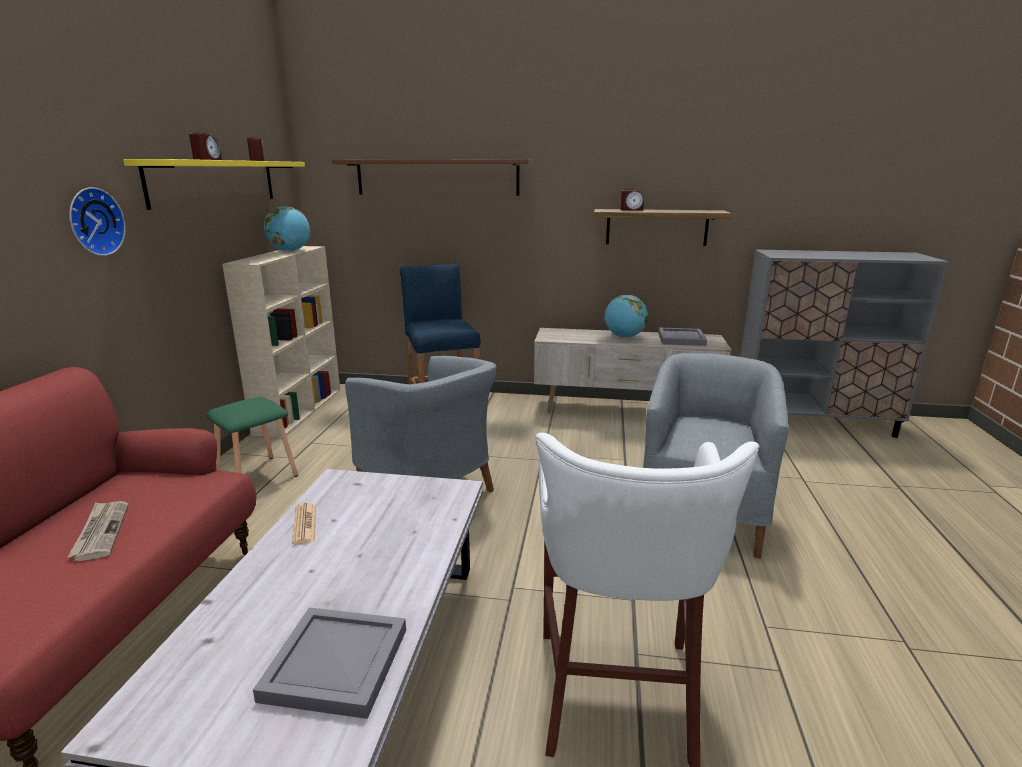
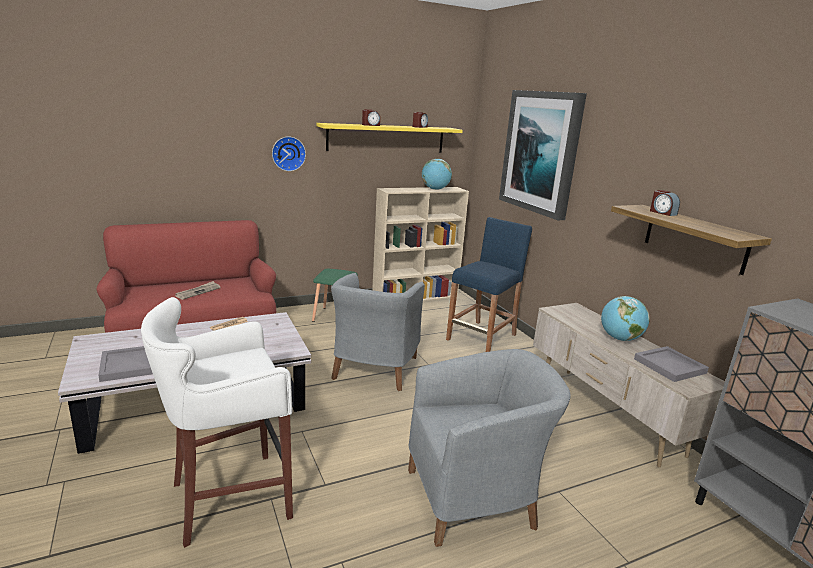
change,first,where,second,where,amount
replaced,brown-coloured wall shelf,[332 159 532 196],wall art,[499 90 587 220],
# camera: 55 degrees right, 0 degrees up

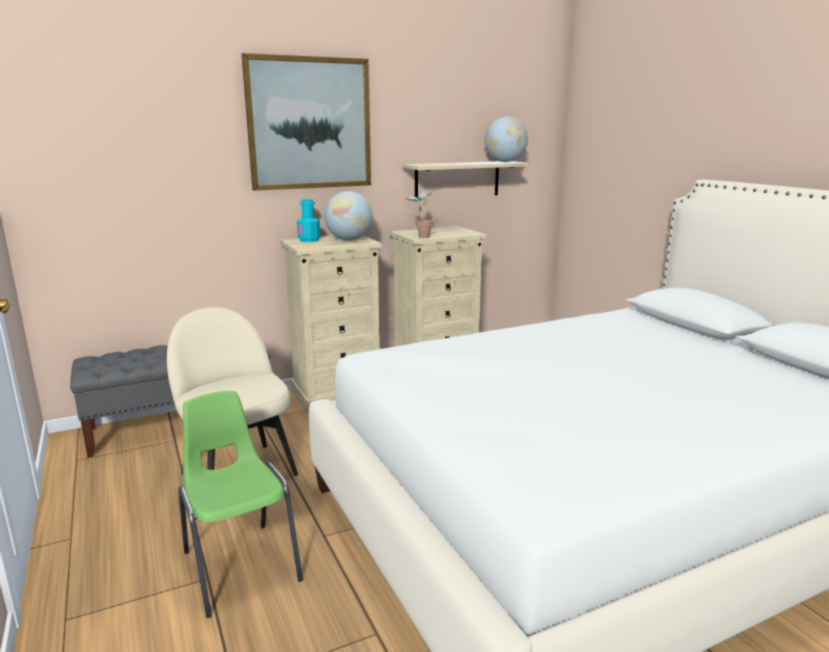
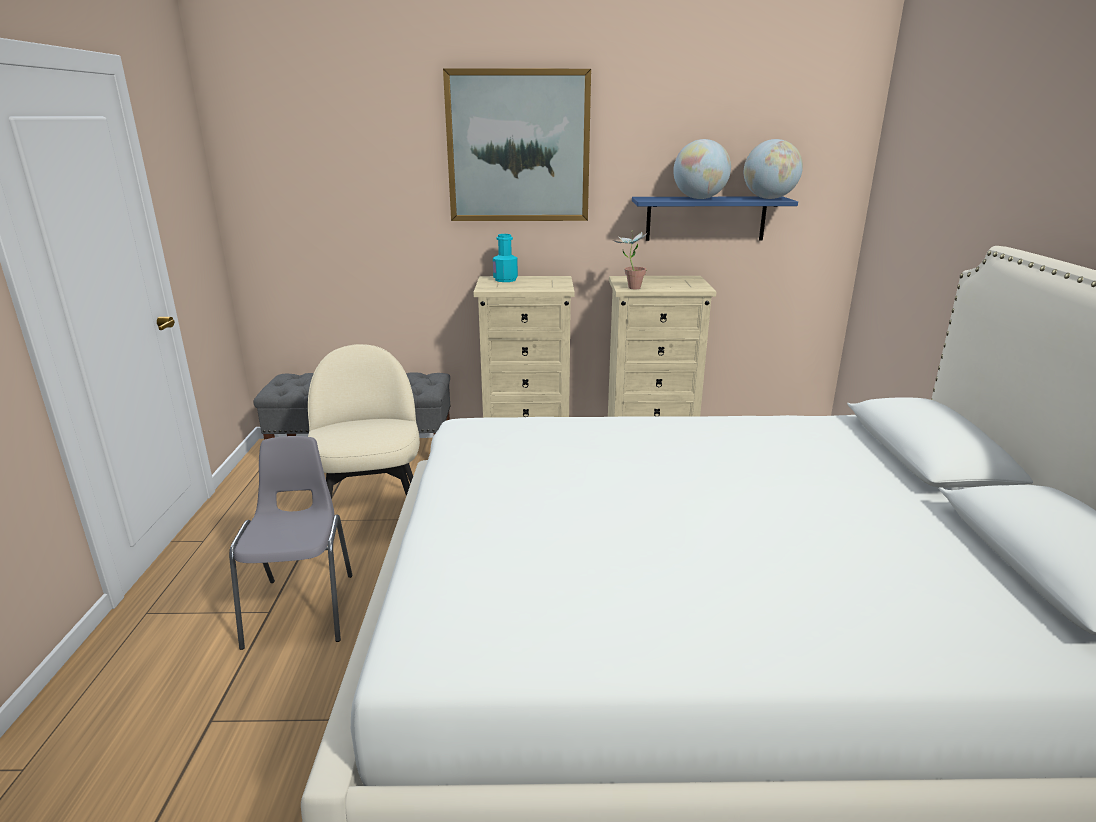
change,first,where,second,where,amount
recoloured,beige-coloured wall shelf,[403 161 528 197],blue wall shelf,[632 197 798 241],
moved,desk globe,[324 191 373 240],,[673 139 731 199],
recoloured,green chair,[178 391 303 618],grey chair,[229 436 352 650],
# camera: 25 degrees right, 5 degrees up

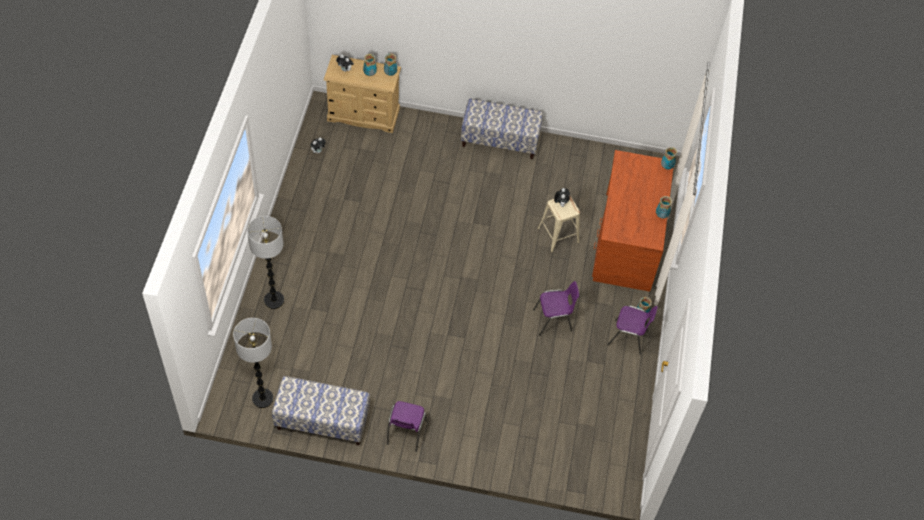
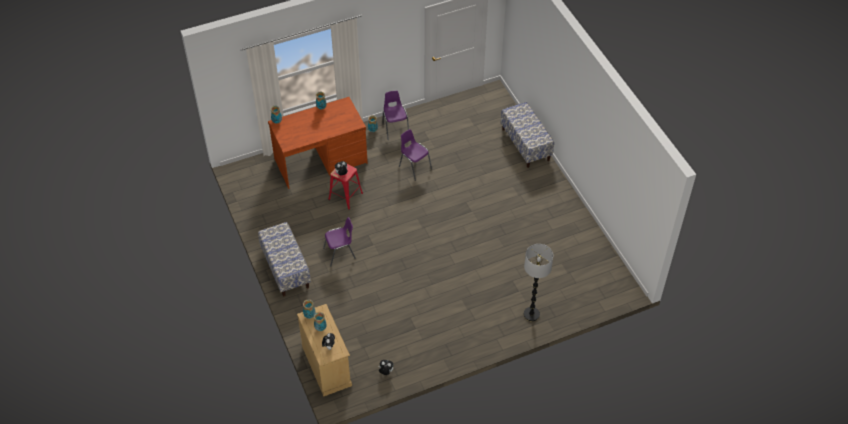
change,first,where,second,where,amount
recoloured,beige-coloured stool seat,[537 195 580 253],reddish stool seat,[328 164 363 210],
removed,floor lamp,[233 318 273 408],,,
moved,bench,[272 376 370 445],,[501 102 554 168],
moved,purple-coloured chair,[387 401 427 452],,[323 217 356 267],
# camera: 120 degrees left, 5 degrees down

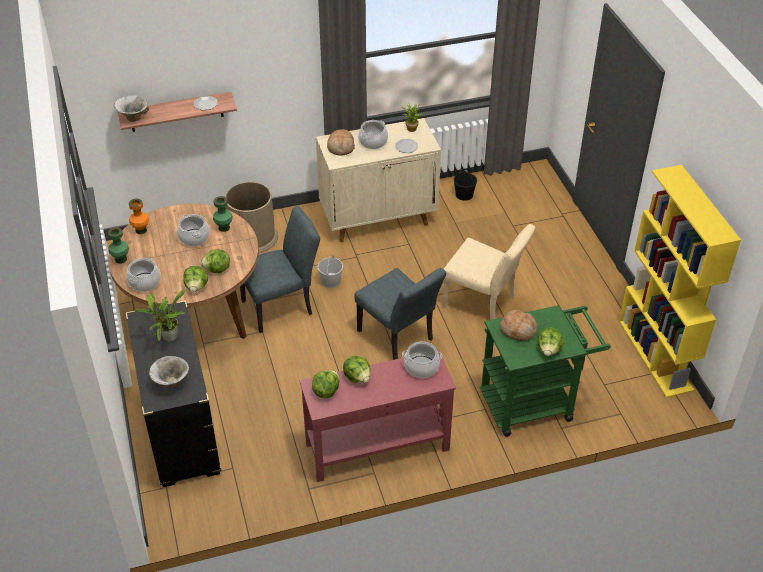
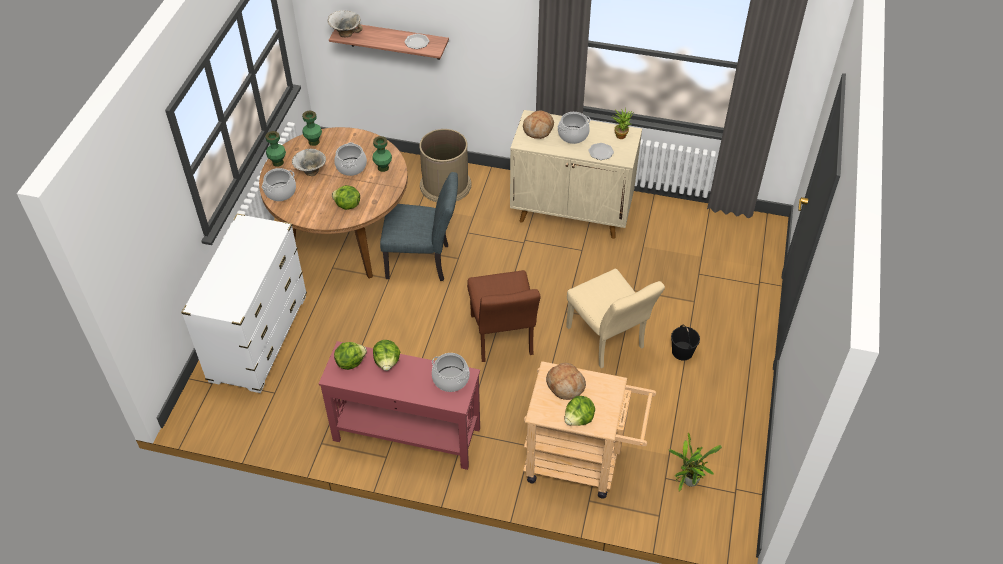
change,first,where,second,where,amount
removed,yellow-coloured bookshelf,[619 165 741 398],,,
moved,black-coloured water bucket,[454 170 477 201],,[671 325 700 361],
recoloured,orange vase,[129 199 149 234],green vase,[302 111 322 146],
removed,white-coloured water bucket,[318 255 343 288],,,
removed,head of lettuce,[183 266 208 292],,,
recoloured,grey chair,[355 268 446 360],brown-coloured chair,[467 270 541 362],
moved,houseplant,[135 290 185 342],,[669 432 722 491],
recoloured,black-coloured chest of drawers,[126 301 221 487],white-coloured chest of drawers,[181 214 307 393],
recoloured,green trolley,[480 305 611 437],beige-coloured trolley,[523 361 656 499],
moved,deep dish,[149 356 189 388],,[292 149 326 176],
# camera: 30 degrees right, 5 degrees up

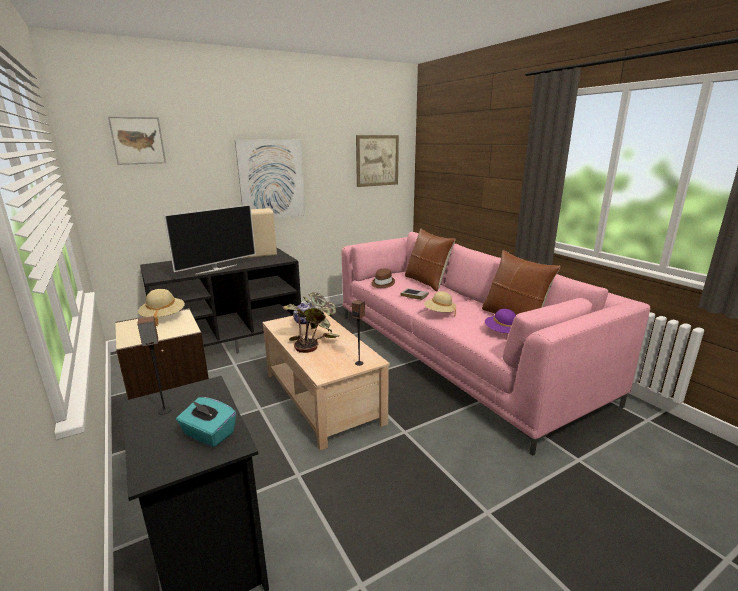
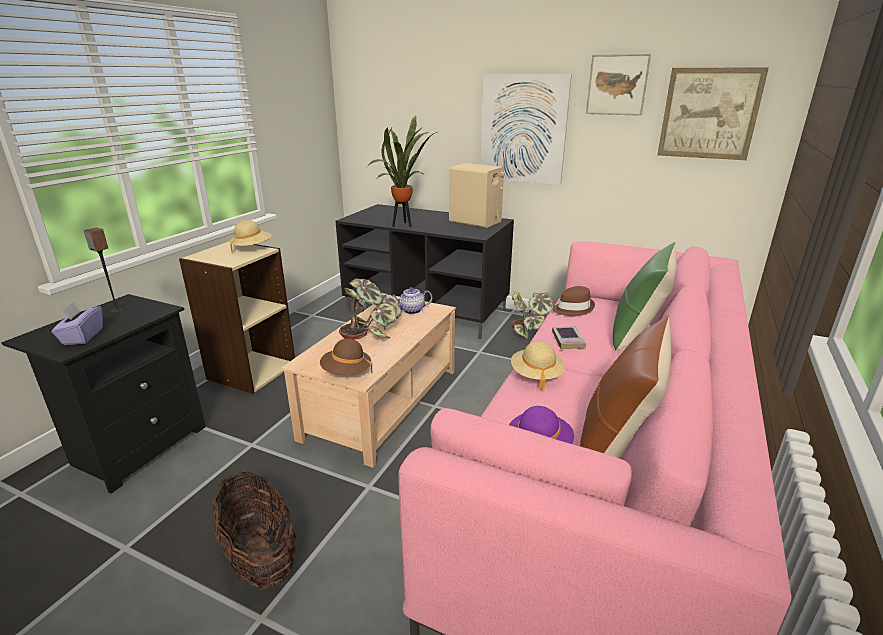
change,first,where,second,where,amount
moved,wall art,[108 116 166 165],,[586 54 651 116],
replaced,television,[164 204 256 275],houseplant,[368 116 437 227],
recoloured,brown-coloured throw pillow,[405 229 455 291],green throw pillow,[613 242 677 351],
replaced,audio speaker,[352 300 365 366],brown-coloured wearable hat,[320 339 372 375],
recoloured,turquoise-coloured tissue holder,[176 397 236 447],purple-coloured tissue holder,[52 302 103 345],
added,,,storage basket,[213 471 296 590],
# camera: 55 degrees right, 5 degrees up

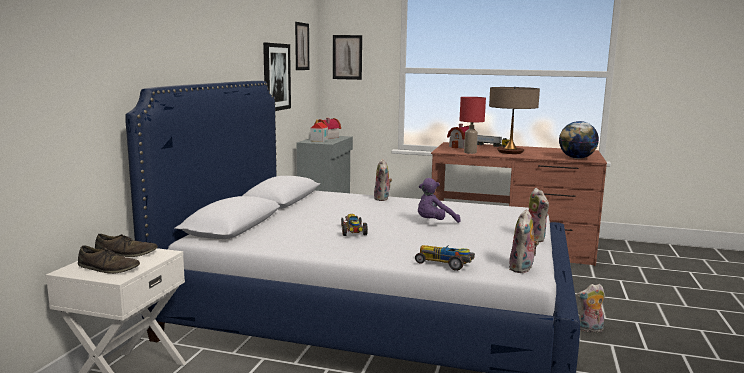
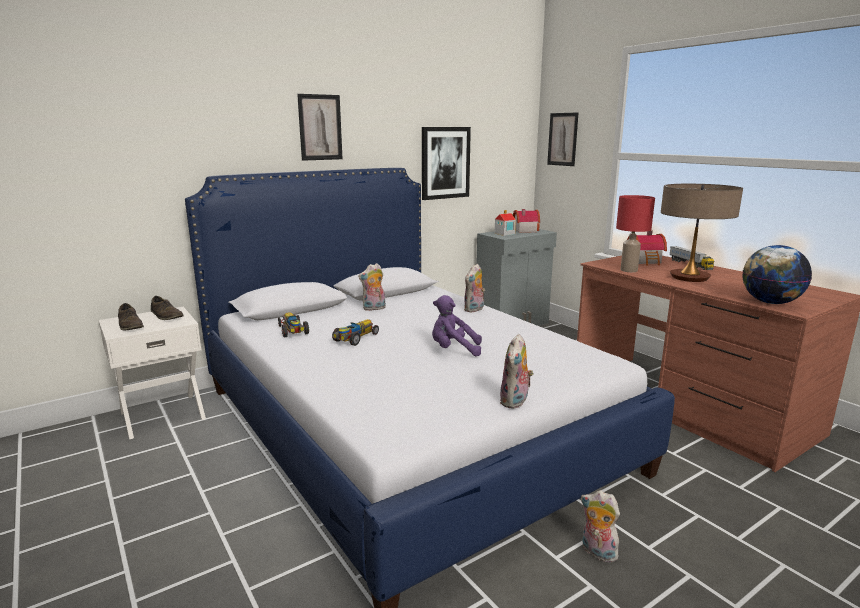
change,first,where,second,where,amount
moved,wall art,[295 22 309 70],,[297 94 343 161],
moved,plush toy,[509 209 539 273],,[358 263 386 311],
moved,toy car,[415 245 475 271],,[278 312 309 338],
# camera: 40 degrees right, 5 degrees up

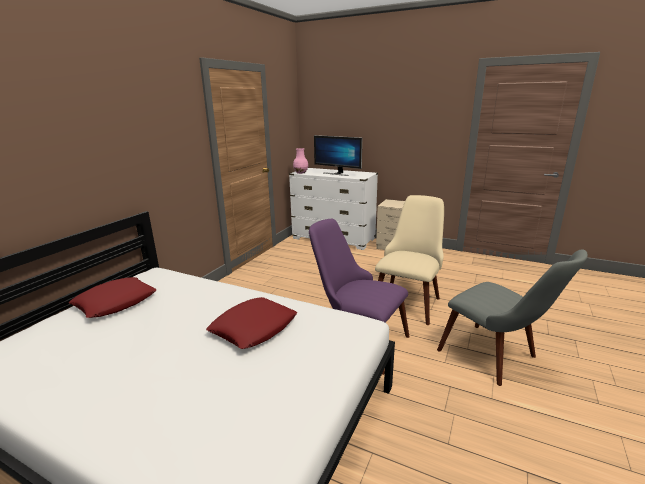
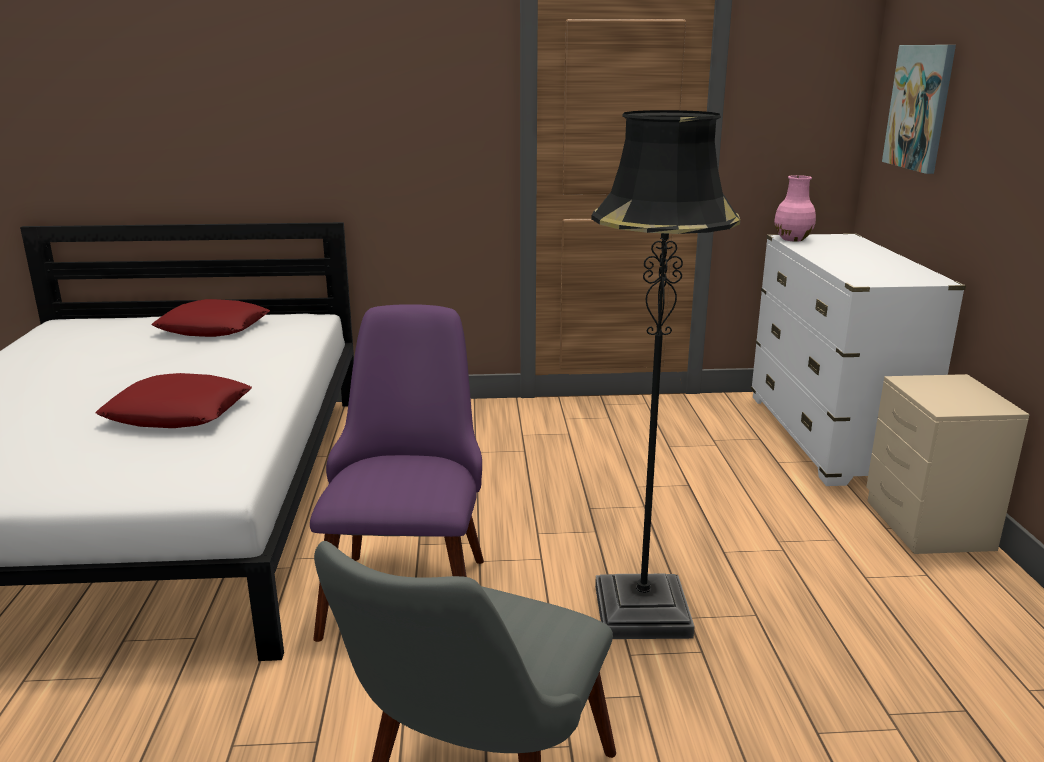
change,first,where,second,where,amount
removed,computer display,[314 135 362 176],,,
replaced,beige-coloured chair,[375 195 444 325],black-coloured floor lamp,[591 110 740 639],
added,,,wall art,[882 45 956 174],
# camera: 60 degrees right, 0 degrees up

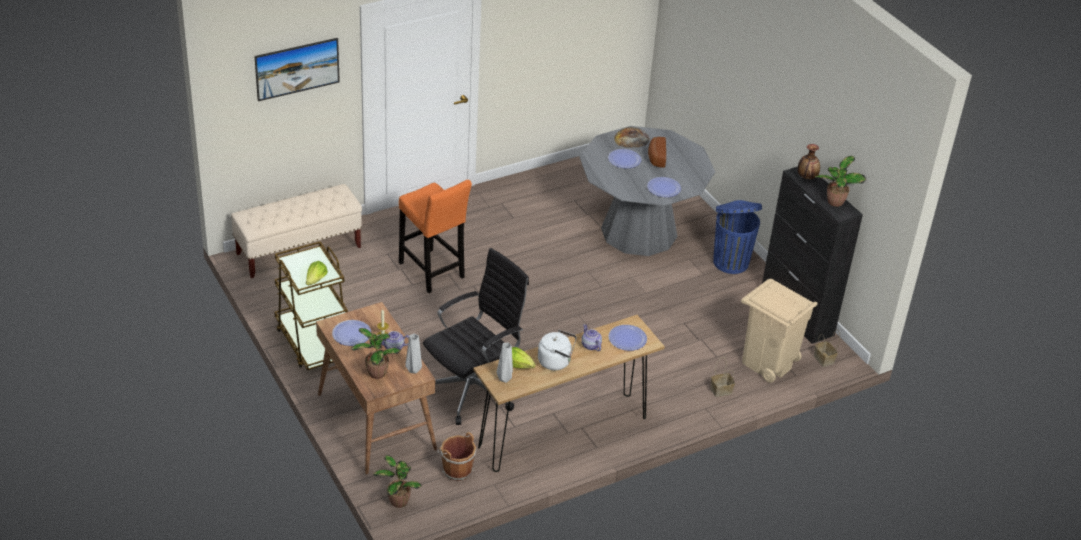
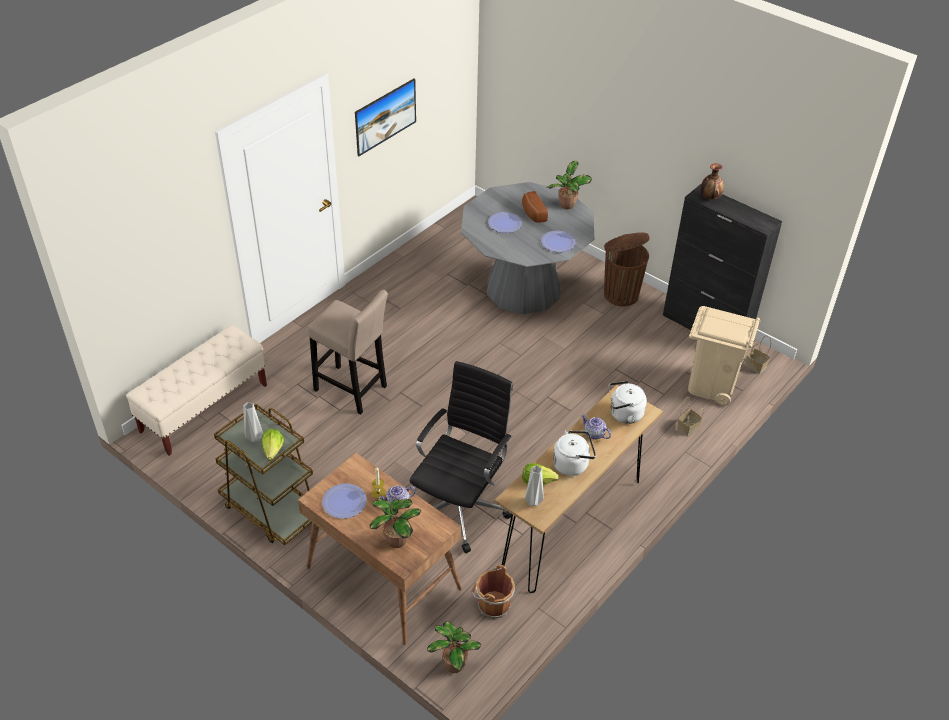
change,first,where,second,where,amount
moved,wall art,[254 38 340 101],,[355 79 416 156],
removed,baked bread,[614 127 650 148],,,
moved,houseplant,[815 156 866 207],,[547 161 592 209],
recoloured,orange stool seat,[399 180 472 293],beige-coloured stool seat,[308 290 388 414],
recoloured,blue trash can,[713 200 762 274],brown-coloured trash can,[604 232 650 306],
replaced,flat dish,[608 325 647 351],white-coloured tea kettle,[608 381 647 424],
moved,grey vase,[405 334 422 373],,[243 402 263 443],
# camera: 20 degrees left, 5 degrees up

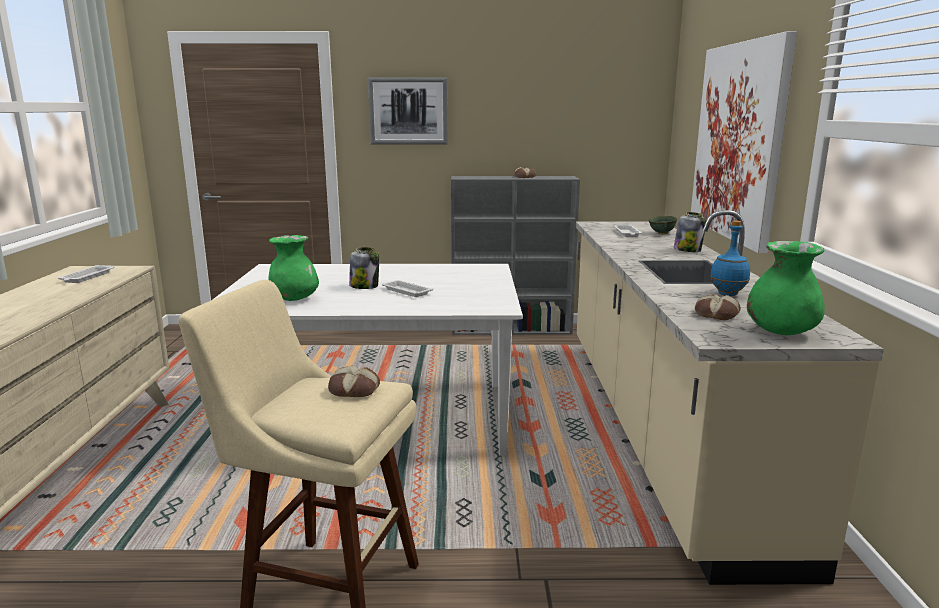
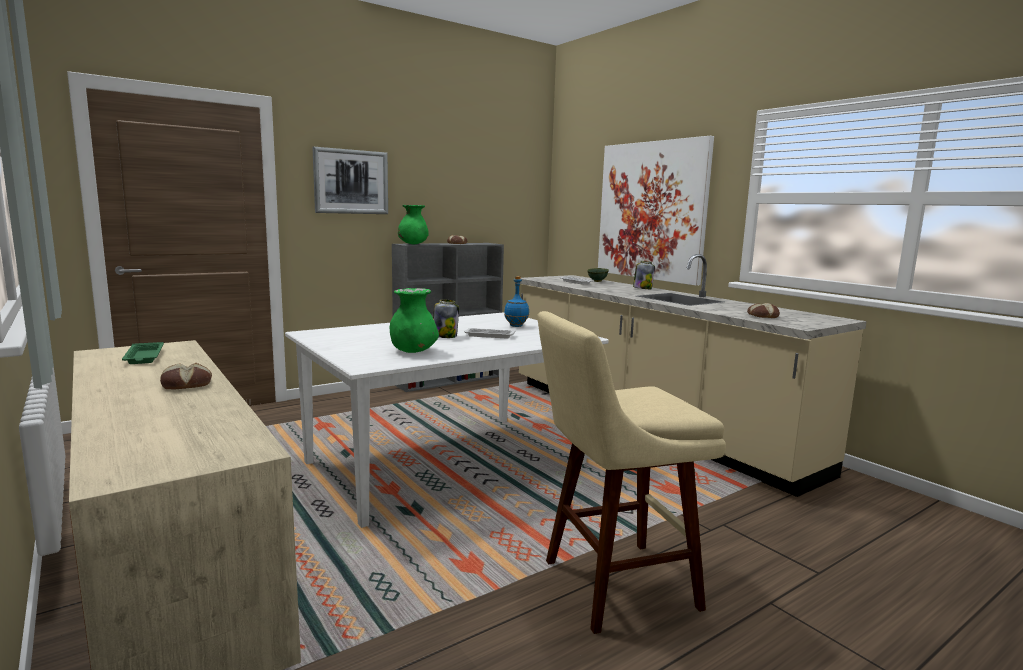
change,first,where,second,where,amount
moved,blue bottle,[710 220 750 296],,[504 276 529 327],
moved,green vase,[747 241 825 335],,[398 205 429 244],
recoloured,white-coloured carrying tray,[58 265 115 283],green carrying tray,[122 342 164 364],
moved,baked bread,[328 365 380 397],,[160 363 212 389],
# camera: 35 degrees left, 5 degrees down

